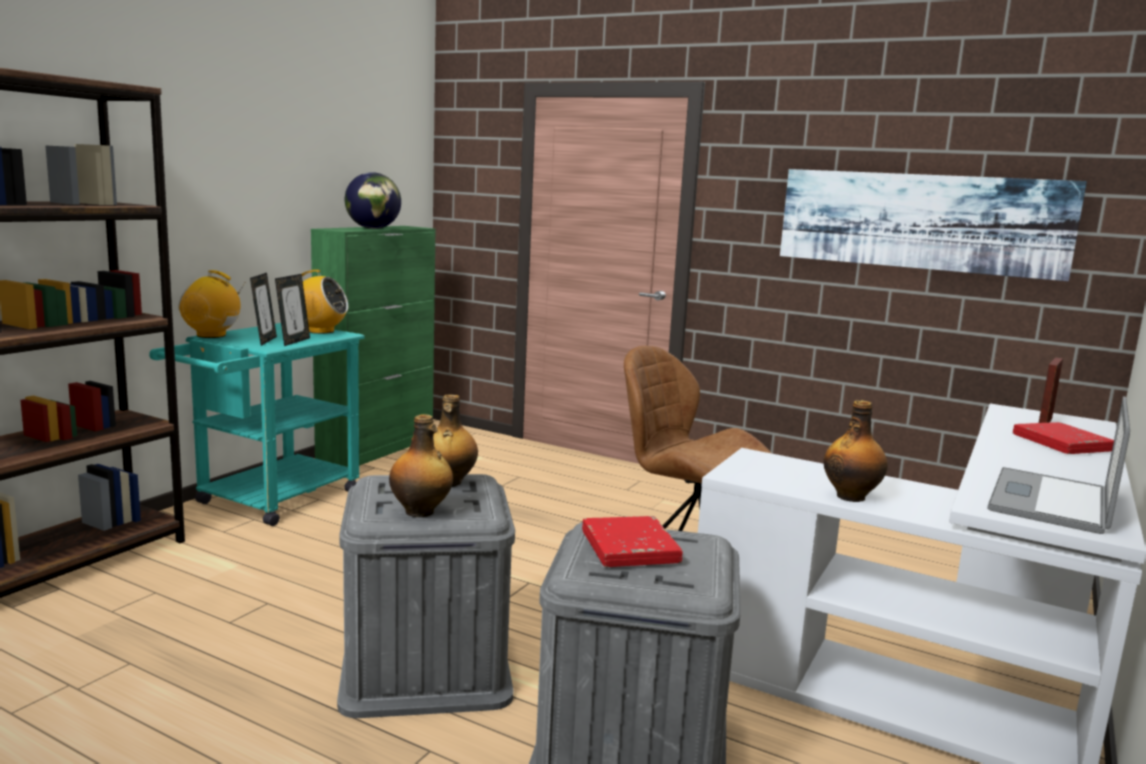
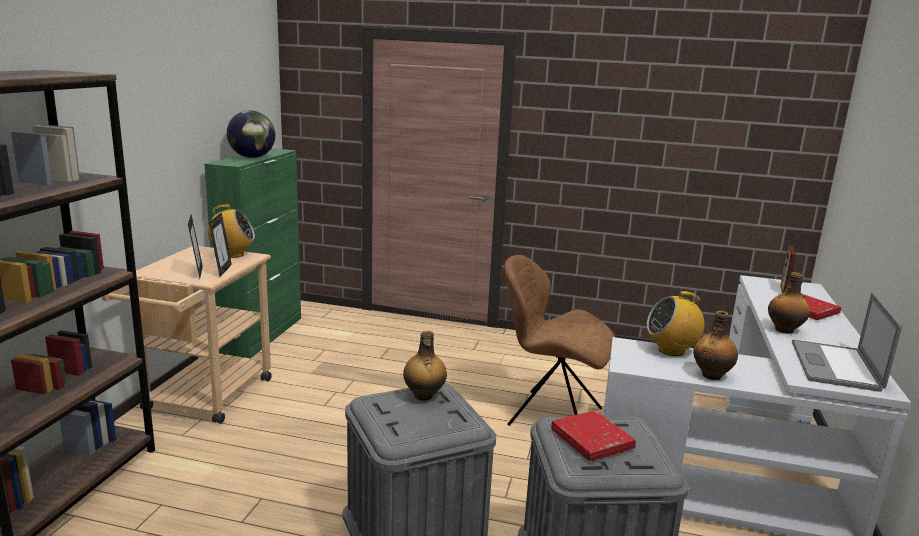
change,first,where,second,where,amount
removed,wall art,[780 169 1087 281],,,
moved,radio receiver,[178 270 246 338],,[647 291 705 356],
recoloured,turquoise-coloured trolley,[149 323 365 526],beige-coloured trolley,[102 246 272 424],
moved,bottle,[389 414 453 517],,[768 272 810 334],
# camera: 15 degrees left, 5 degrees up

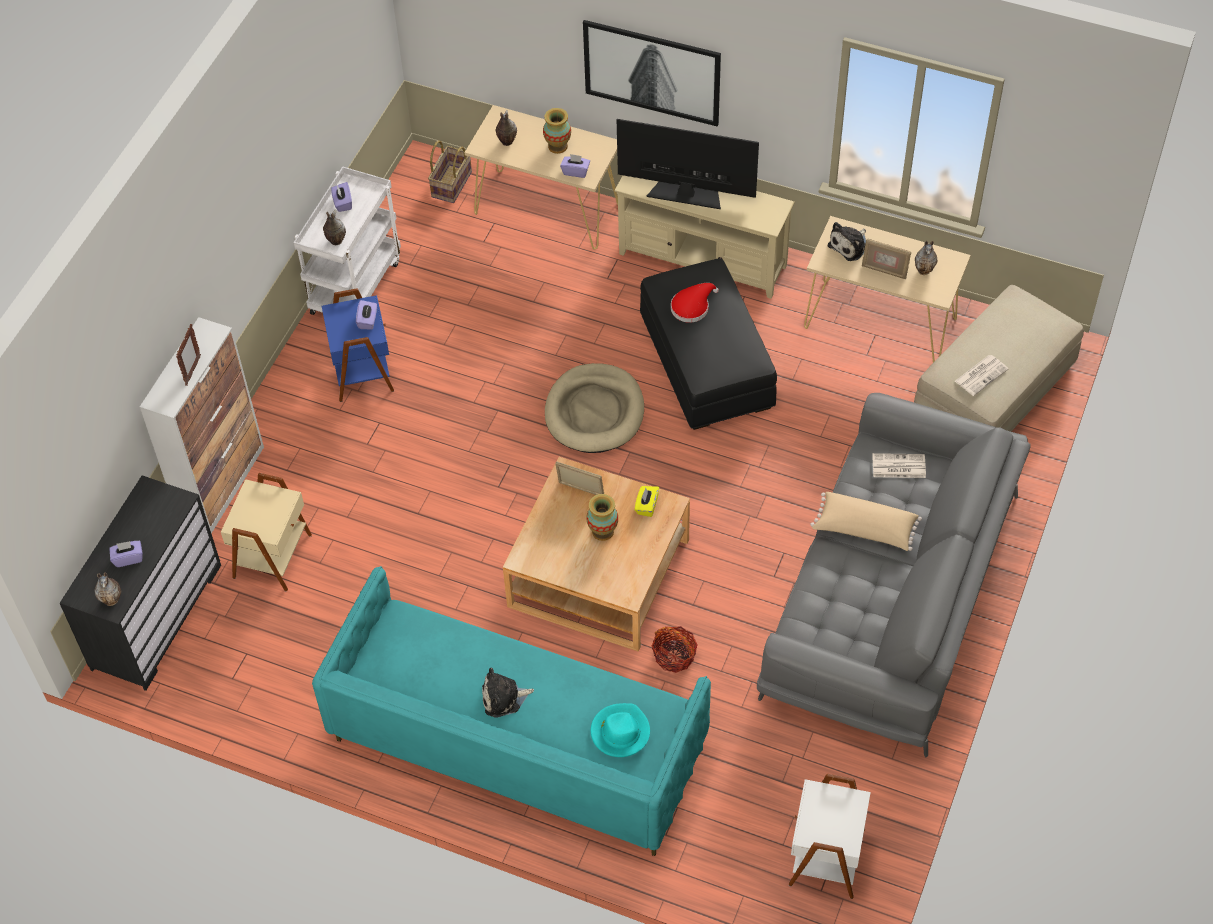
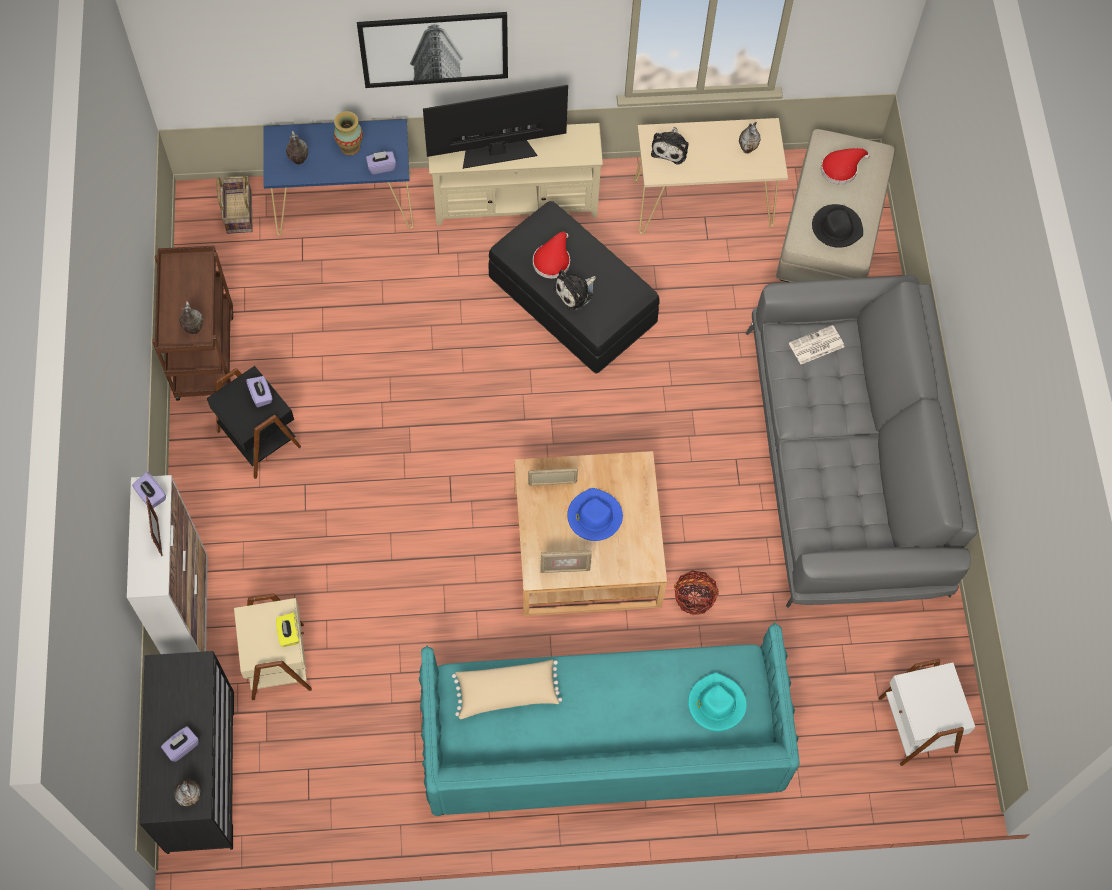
change,first,where,second,where,amount
recoloured,beige-coloured narrow table,[465 105 618 250],blue narrow table,[263 119 413 236],
recoloured,white-coloured trolley,[293 166 401 315],brown-coloured trolley,[152 246 234 401],
moved,purple-coloured tissue holder,[331 182 352 212],,[132 472 166 508],
moved,picture frame,[862 239 911 279],,[540 550 592 573],
recoloured,blue end table,[322 288 394 402],black-coloured end table,[207 366 301 479],
replaced,printed paper,[955 355 1009 396],black-coloured wearable hat,[812 204 863 248],
removed,beige-coloured dog cushion,[545 363 644 453],,,
moved,yellow-coloured tissue holder,[635 486 659 517],,[276 612 299 647],
moved,beige-coloured throw pillow,[810 492 922 551],,[452 660 562 719],
replaced,vase,[586 494 618 541],blue wearable hat,[567 488 623 541],
moved,plush toy,[482 667 534 717],,[553 270 596 310],
added,,,reddish wearable hat,[821 148 870 185],
# camera: 30 degrees left, 10 degrees up

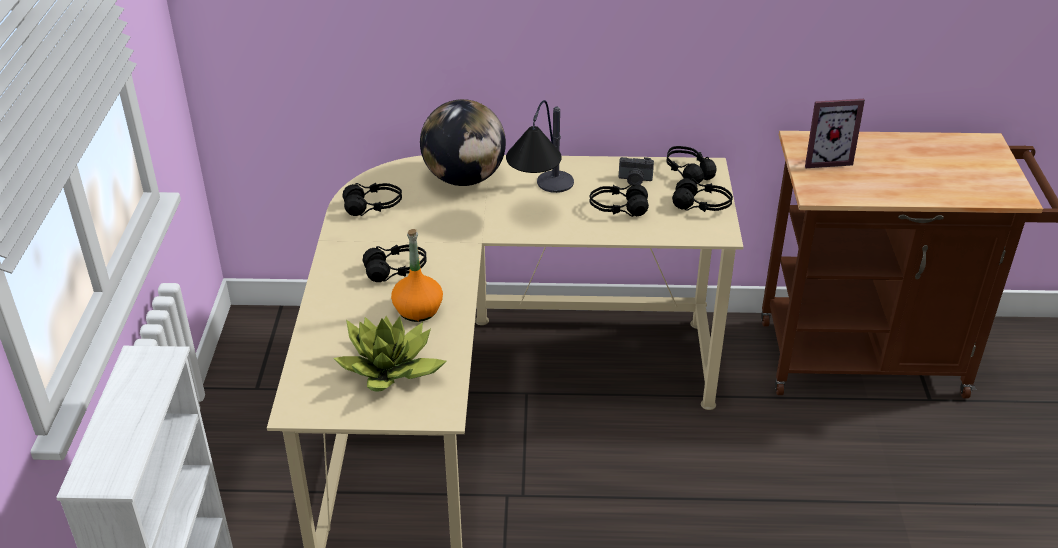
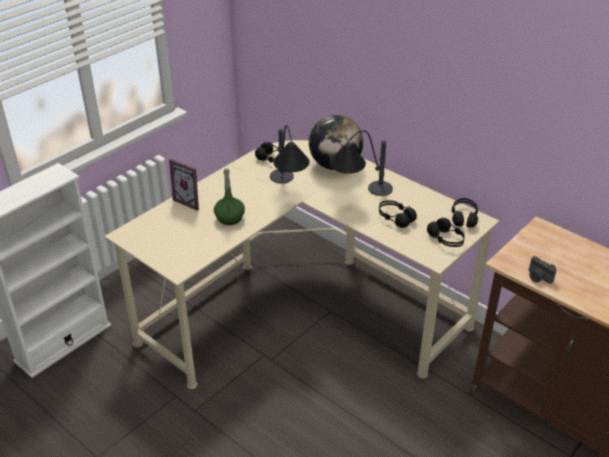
change,first,where,second,where,amount
moved,picture frame,[805 99 865 168],,[169 159 199 211],
moved,still camera,[619 157 654 186],,[529 256 557 284],
recoloured,orange bottle,[391 229 443 322],green bottle,[214 168 245 225],
removed,black-coloured headset,[363 244 427 282],,,
removed,houseplant,[334 316 447 392],,,
added,,,tabletop lamp,[270 125 309 184],
# camera: 40 degrees right, 0 degrees up

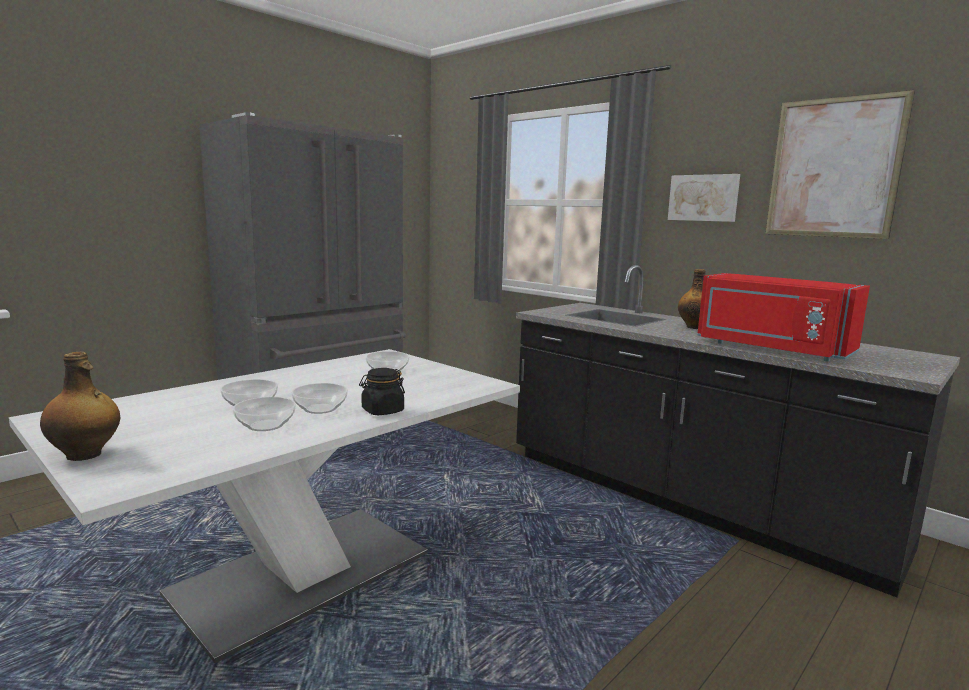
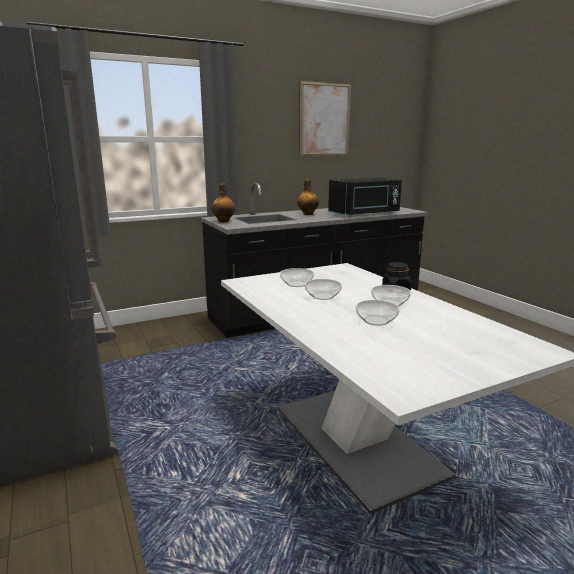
change,first,where,second,where,amount
removed,wall art,[668 174 740 222],,,
recoloured,reddish kitchen microwave,[697 273 870 361],black-coloured kitchen microwave,[328 178 402 217],
moved,bottle,[40 352 120 461],,[212 183 235 222],
moved,deep dish,[233 397 296 431],,[305 279 342 300],
# camera: 70 degrees left, 5 degrees up

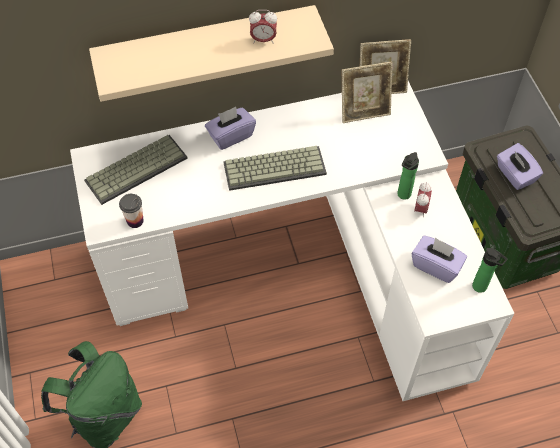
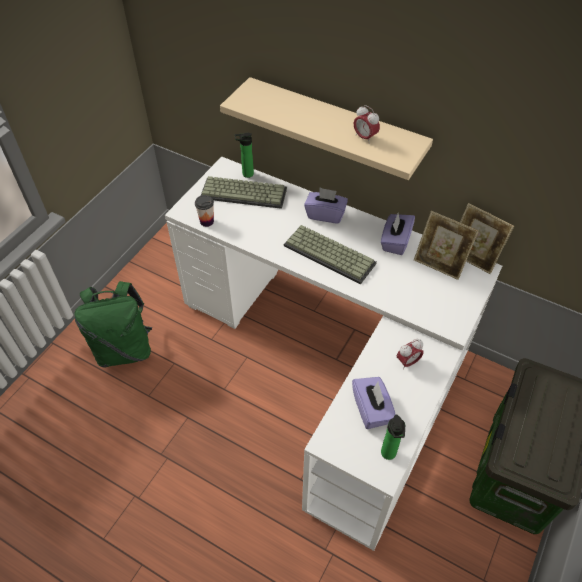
change,first,where,second,where,amount
moved,purple-coloured tissue holder,[497 143 543 190],,[381 213 415 255],
moved,bottle,[397 152 419 200],,[235 132 254 178],
# camera: 45 degrees right, 5 degrees down

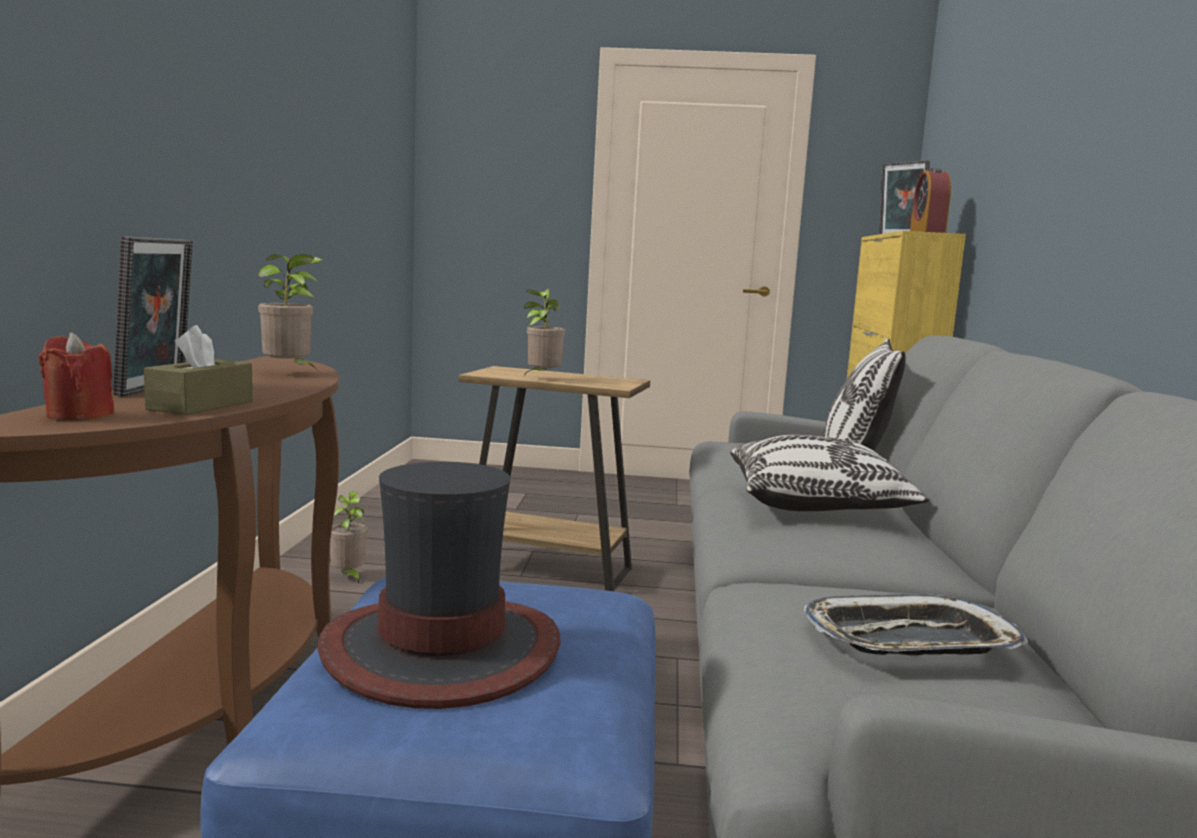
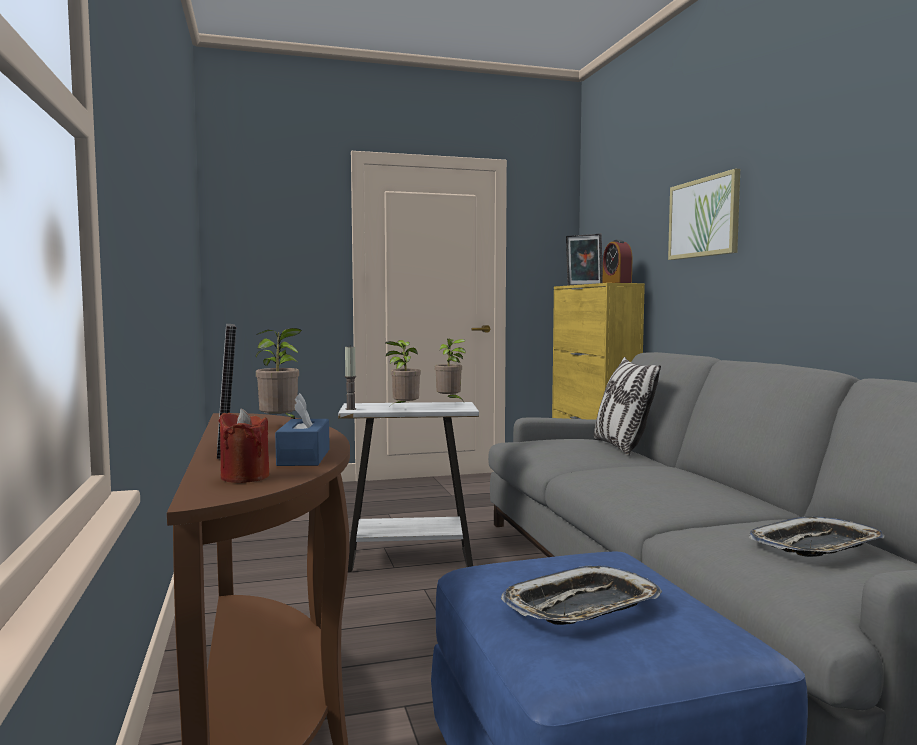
change,first,where,second,where,amount
recoloured,brown-coloured tissue holder,[144 325 253 415],blue tissue holder,[275 393 330 466],
recoloured,brown-coloured end table,[459 366 650 591],white-coloured end table,[338 402 479 572],
removed,throw pillow,[730 435 929 511],,,
replaced,wearable hat,[318 462 560 709],carrying tray,[501 566 662 625],
moved,houseplant,[330 491 368 584],,[435 338 466 402],
added,,,wall art,[668 169 740 260],
added,,,wax light,[345 347 356 410],
# camera: 20 degrees left, 5 degrees down

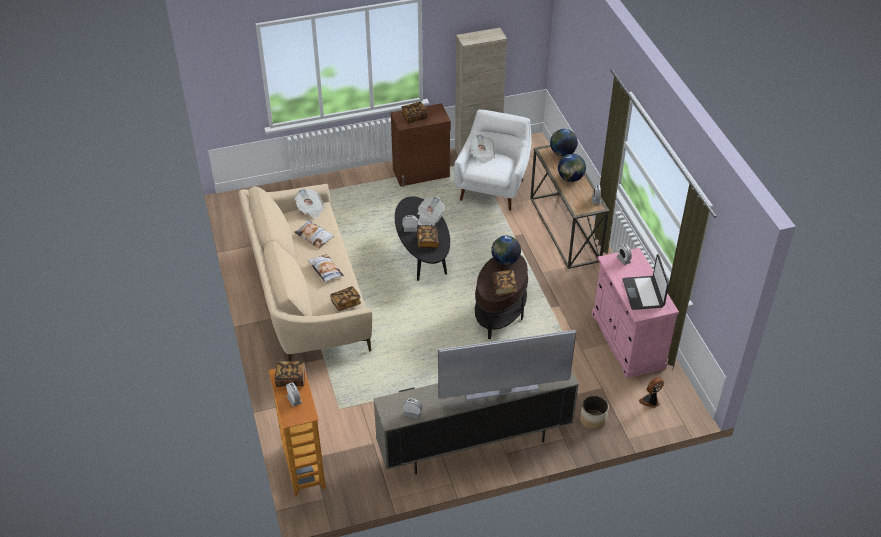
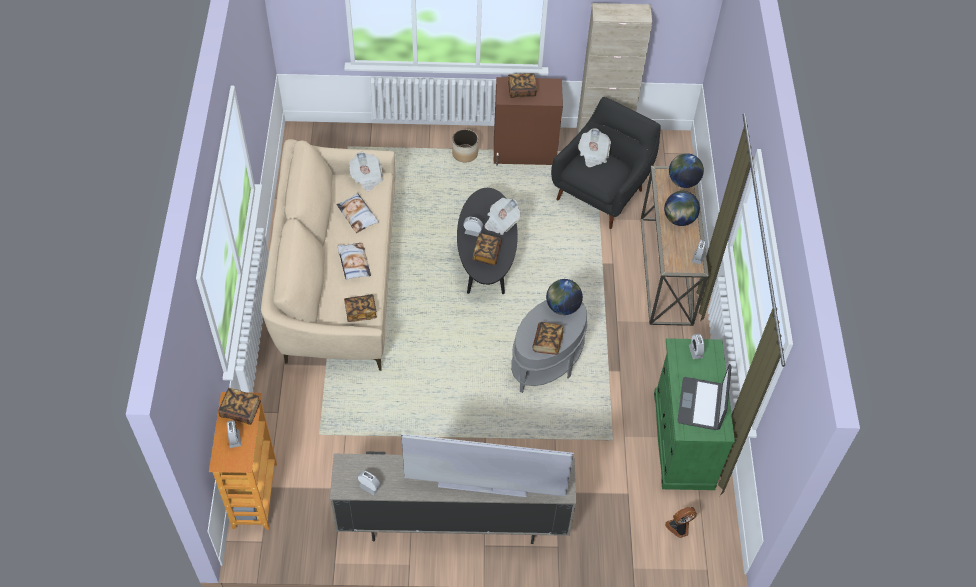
change,first,where,second,where,amount
recoloured,white-coloured easy chair,[454 109 531 211],black-coloured easy chair,[551 97 661 229],
recoloured,pink-coloured cupboard,[592 248 679 378],green cupboard,[654 338 735 490],
recoloured,brown-coloured end table,[475 255 528 339],grey end table,[511 300 587 393],
moved,plant pot,[580 395 609 430],,[452 129 478 163],
# camera: 15 degrees right, 10 degrees up

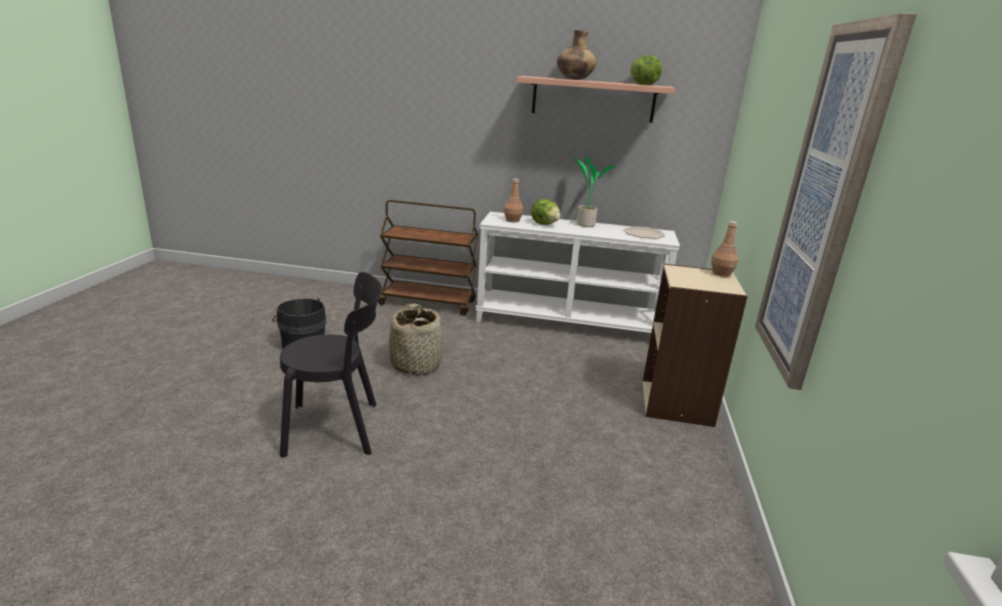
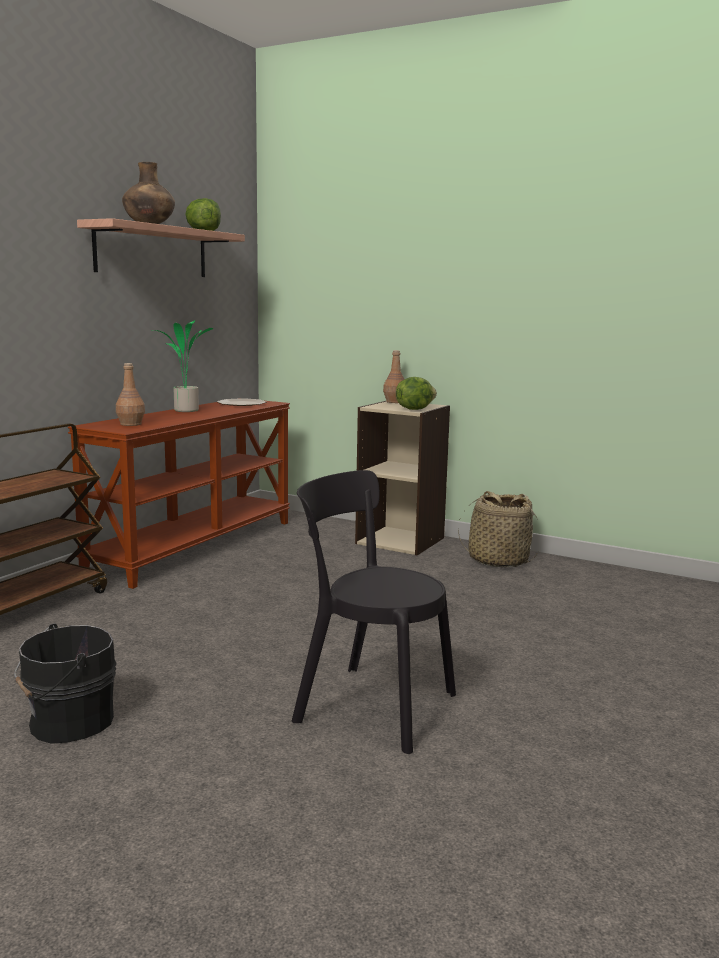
change,first,where,second,where,amount
removed,wall art,[755 13 917 390],,,
moved,head of lettuce,[531 199 560 225],,[396 377 437 410],
recoloured,white-coloured narrow table,[475 212 680 333],brown-coloured narrow table,[68 398 290 589],
turned,black-coloured chair,[280 272 382 458],,[292 470 456 754],75 degrees counterclockwise
moved,storage basket,[389 304 443 376],,[458 491 538 567],
# camera: 70 degrees left, 10 degrees down

